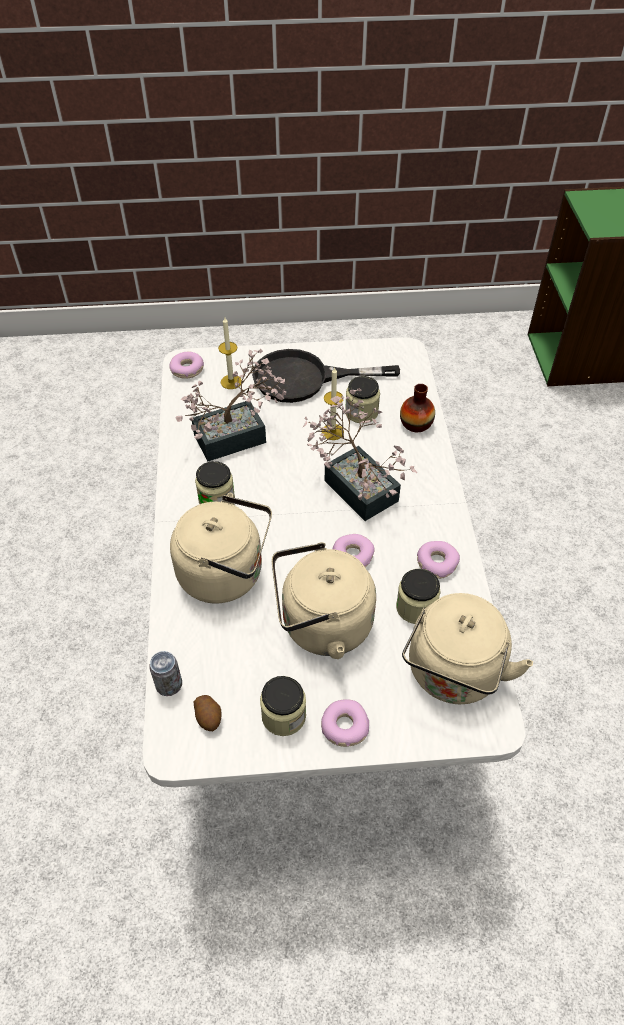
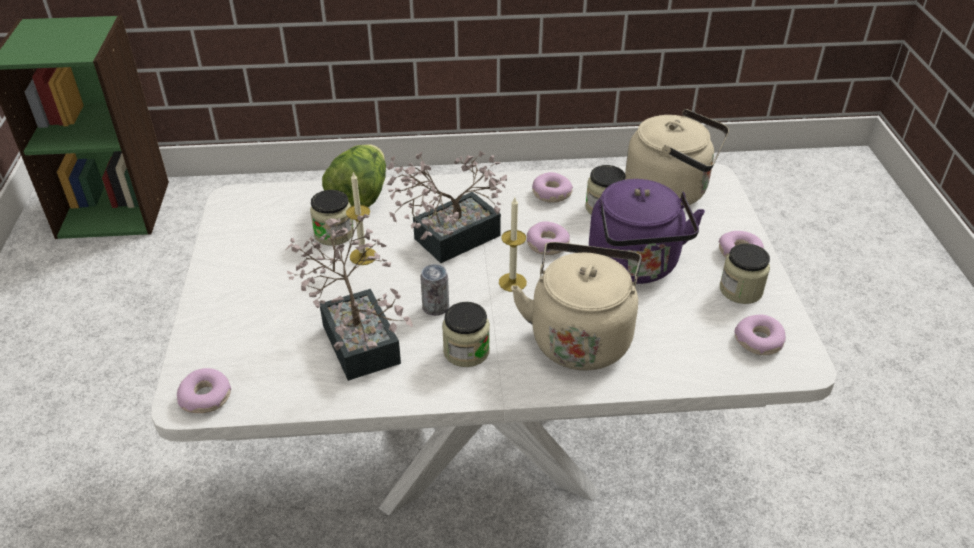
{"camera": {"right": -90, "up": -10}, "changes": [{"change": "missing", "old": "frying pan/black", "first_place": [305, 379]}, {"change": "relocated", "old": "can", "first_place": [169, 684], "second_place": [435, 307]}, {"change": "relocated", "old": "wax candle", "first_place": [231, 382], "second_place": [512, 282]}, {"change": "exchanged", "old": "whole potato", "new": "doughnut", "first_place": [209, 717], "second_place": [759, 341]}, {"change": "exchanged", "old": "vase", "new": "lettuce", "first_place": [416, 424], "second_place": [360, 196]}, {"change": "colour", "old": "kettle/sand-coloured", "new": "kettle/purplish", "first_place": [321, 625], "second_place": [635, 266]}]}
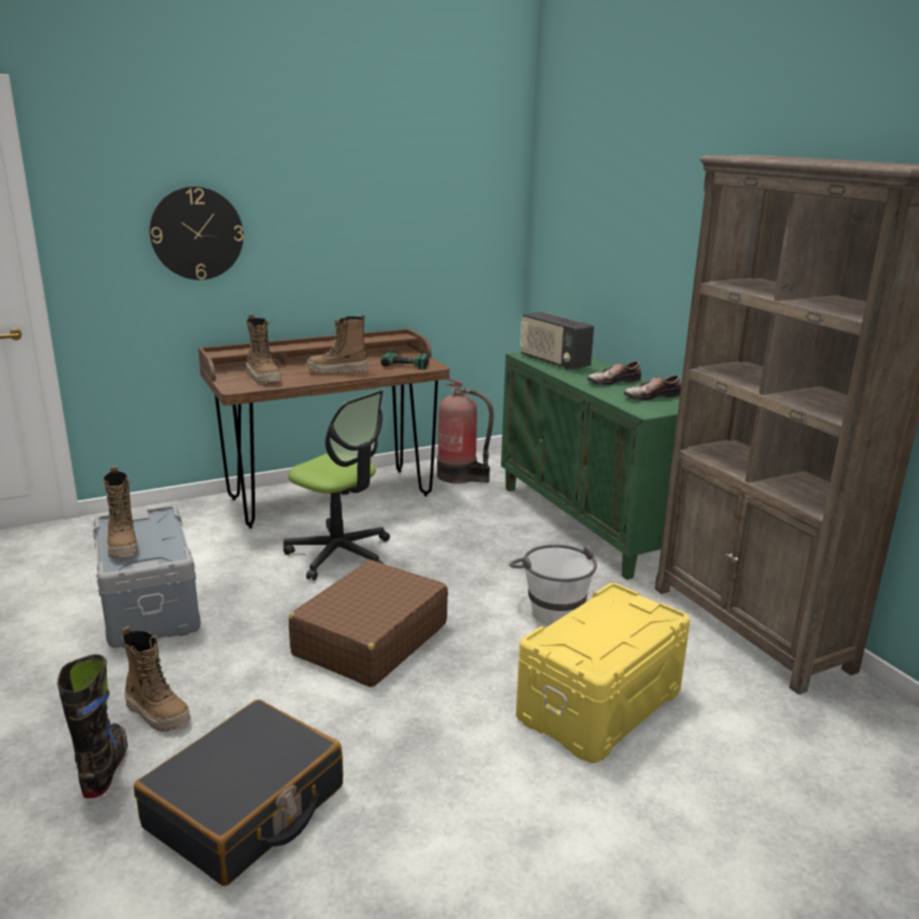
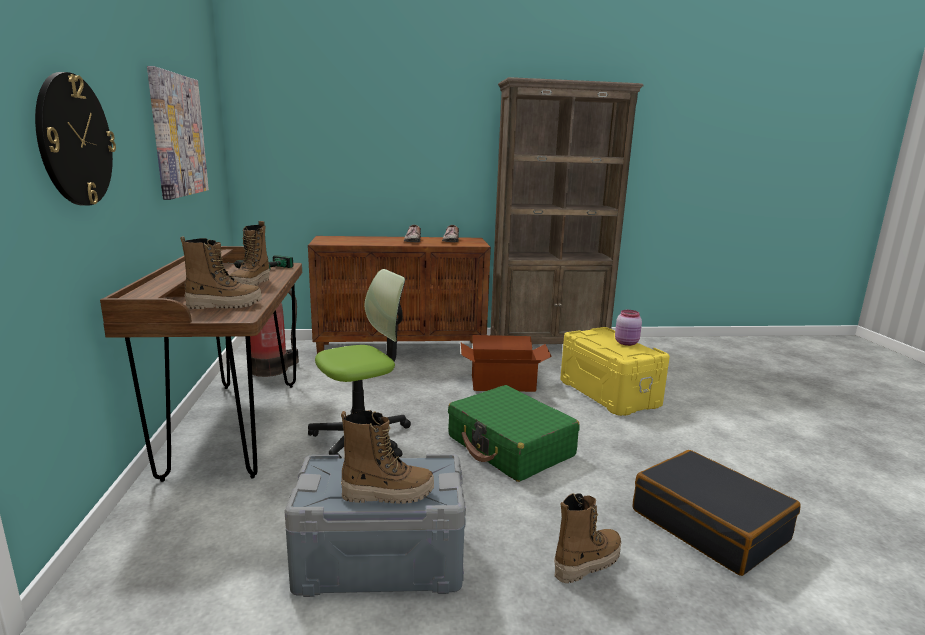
{"camera": {"right": -70, "up": -5}, "changes": [{"change": "missing", "old": "boot/black", "first_place": [105, 768]}, {"change": "missing", "old": "radio", "first_place": [553, 362]}, {"change": "appeared", "new": "wall art", "second_place": [177, 135]}, {"change": "appeared", "new": "storage jar/pinkish", "second_place": [627, 343]}, {"change": "exchanged", "old": "water bucket/white-coloured", "new": "packing box", "first_place": [550, 608], "second_place": [502, 383]}, {"change": "colour", "old": "suitcase/brownish", "new": "suitcase/green", "first_place": [370, 639], "second_place": [510, 446]}, {"change": "colour", "old": "storage cabinet/green", "new": "storage cabinet/brownish", "first_place": [589, 523], "second_place": [401, 349]}]}
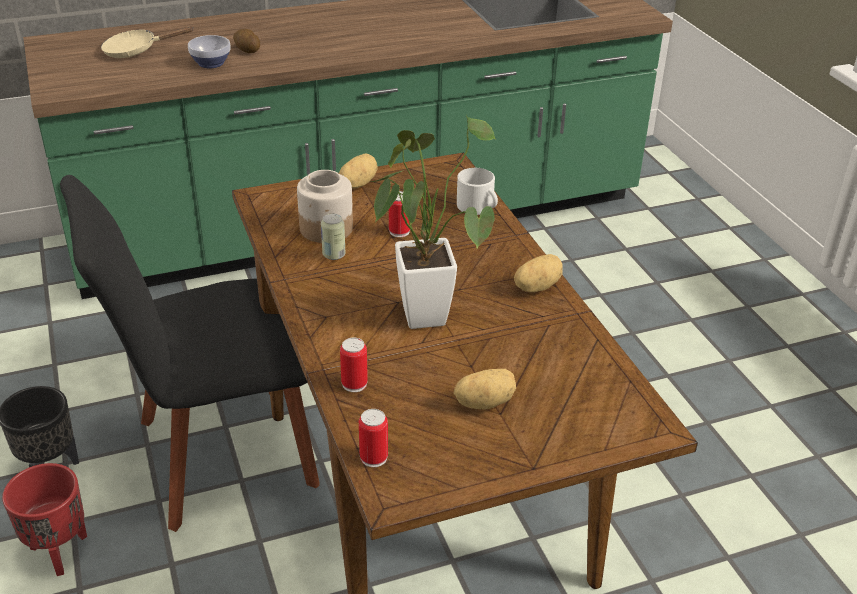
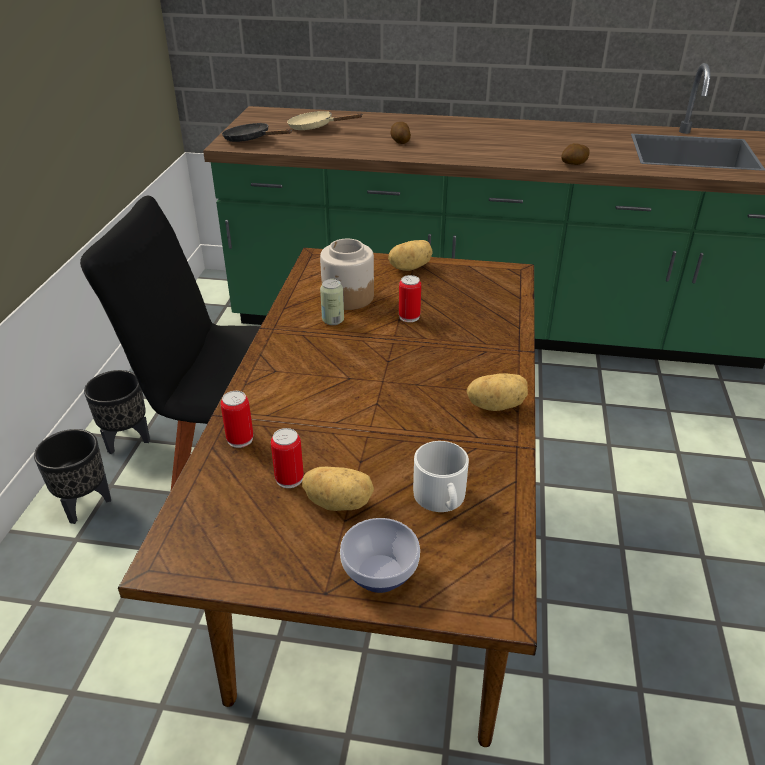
{"camera": {"right": 30, "up": 0}, "changes": [{"change": "missing", "old": "houseplant", "first_place": [423, 309]}, {"change": "appeared", "new": "frying pan/black", "second_place": [251, 140]}, {"change": "appeared", "new": "whole potato", "second_place": [573, 164]}, {"change": "relocated", "old": "deep dish", "first_place": [211, 63], "second_place": [381, 572]}, {"change": "relocated", "old": "can", "first_place": [373, 457], "second_place": [289, 478]}, {"change": "relocated", "old": "tea mug/white-coloured", "first_place": [478, 207], "second_place": [441, 498]}, {"change": "colour", "old": "plant pot/red-coloured", "new": "plant pot/black", "first_place": [58, 551], "second_place": [85, 504]}]}
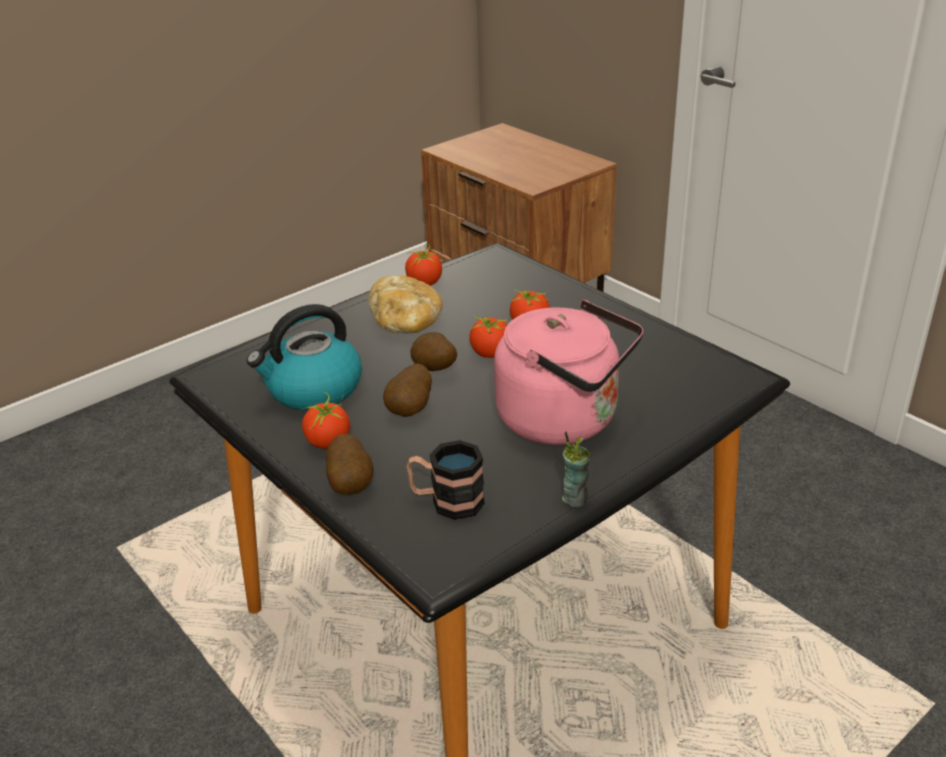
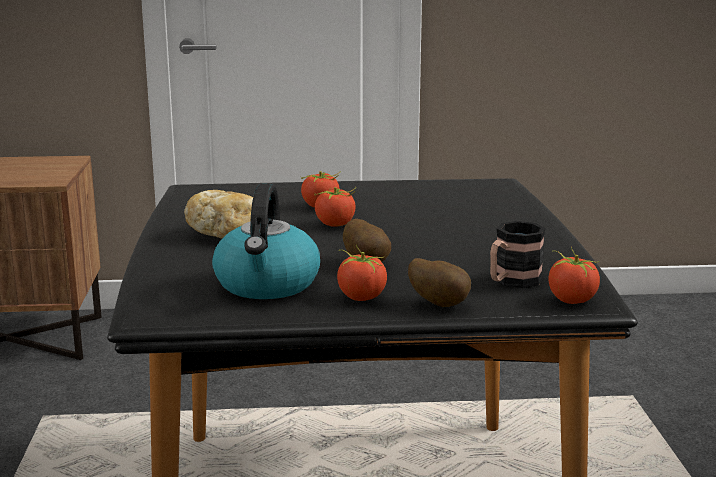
{"camera": {"right": -55, "up": -15}, "changes": [{"change": "missing", "old": "whole potato", "first_place": [433, 371]}, {"change": "missing", "old": "kettle/pinkish", "first_place": [565, 420]}, {"change": "missing", "old": "cup", "first_place": [575, 498]}, {"change": "relocated", "old": "fresh tomato", "first_place": [425, 282], "second_place": [571, 300]}]}
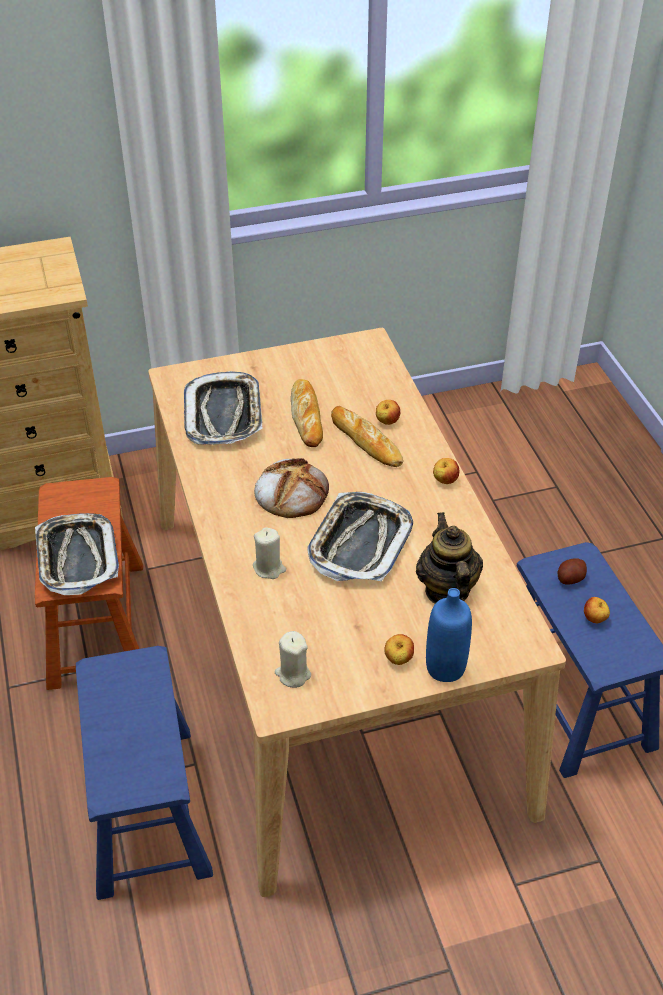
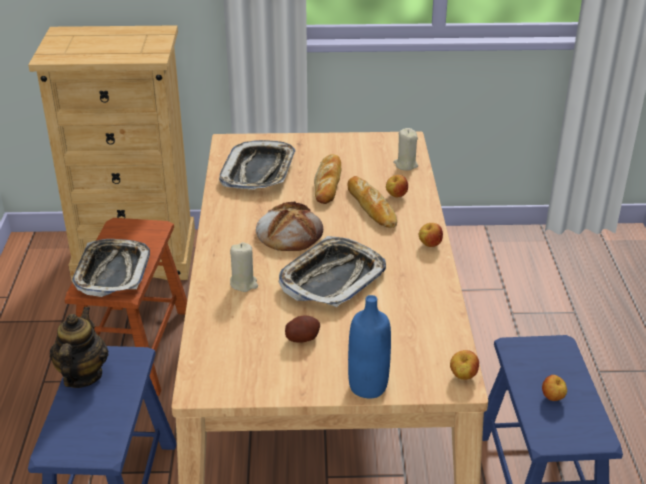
{"camera": {"right": 15, "up": -10}, "changes": [{"change": "relocated", "old": "wax candle/sand-coloured", "first_place": [293, 674], "second_place": [405, 165]}, {"change": "relocated", "old": "apple fruit", "first_place": [398, 659], "second_place": [463, 376]}, {"change": "relocated", "old": "pot for tea", "first_place": [446, 590], "second_place": [82, 376]}, {"change": "relocated", "old": "whole potato", "first_place": [570, 578], "second_place": [302, 338]}]}
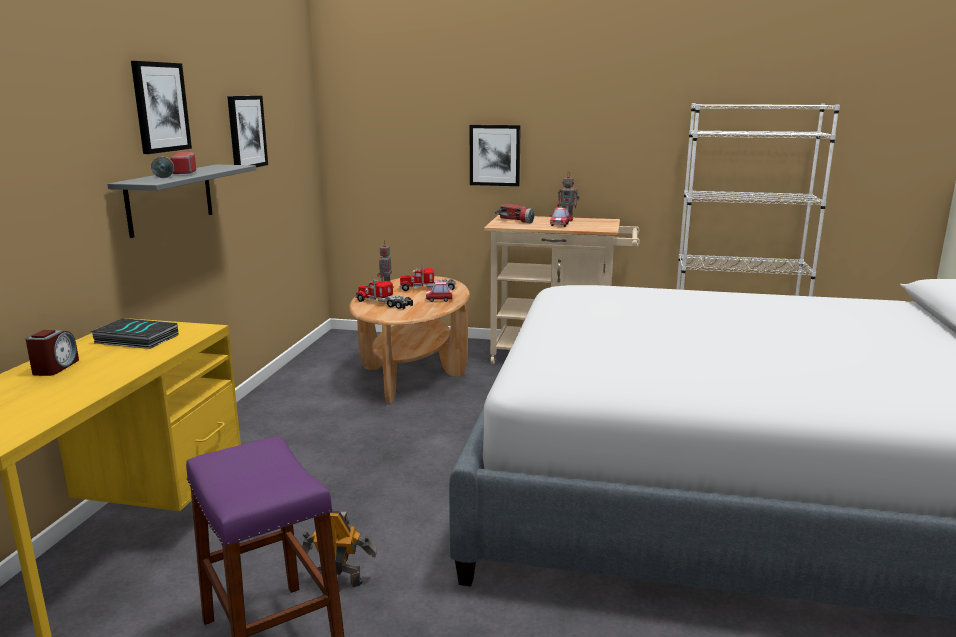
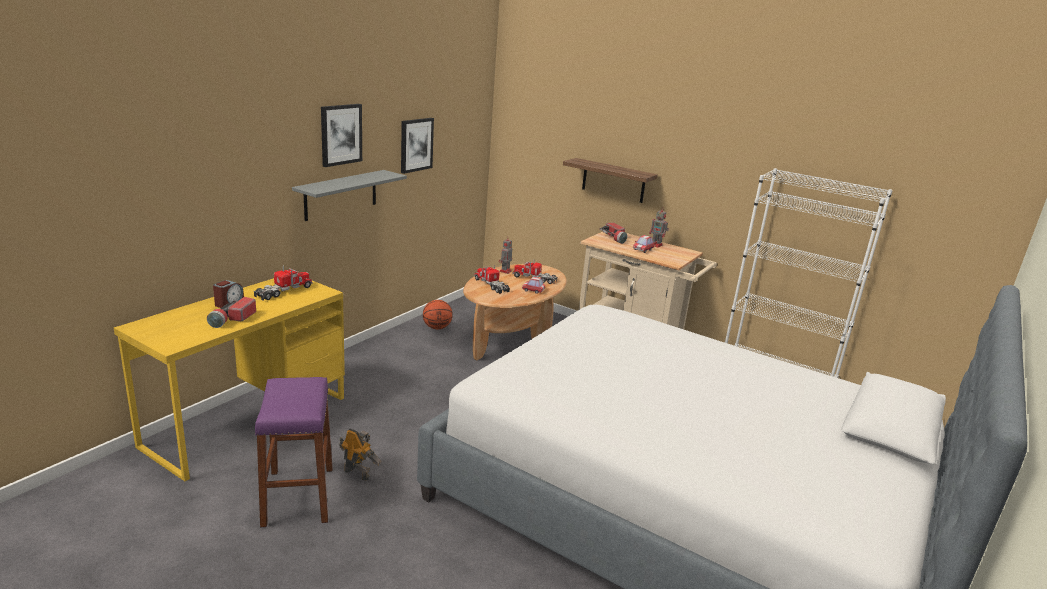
{"camera": {"right": 20, "up": 5}, "changes": [{"change": "appeared", "new": "ball for basketball", "second_place": [437, 327]}, {"change": "relocated", "old": "torch", "first_place": [174, 175], "second_place": [232, 319]}, {"change": "exchanged", "old": "bound book", "new": "toy truck", "first_place": [135, 339], "second_place": [283, 291]}, {"change": "exchanged", "old": "wall art", "new": "wall shelf", "first_place": [495, 155], "second_place": [613, 180]}]}
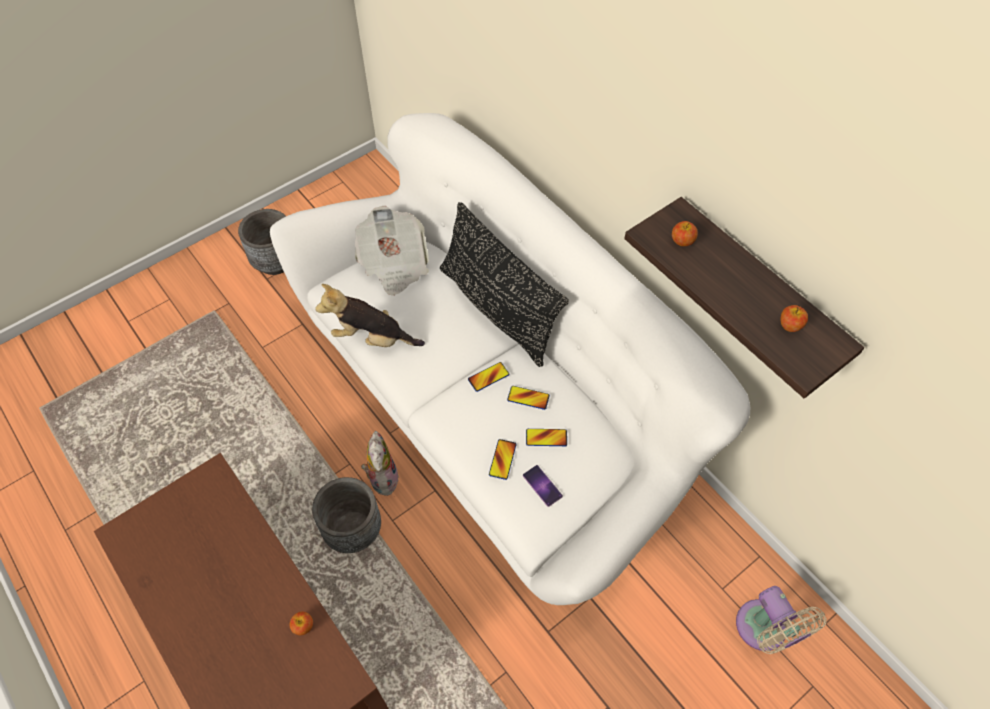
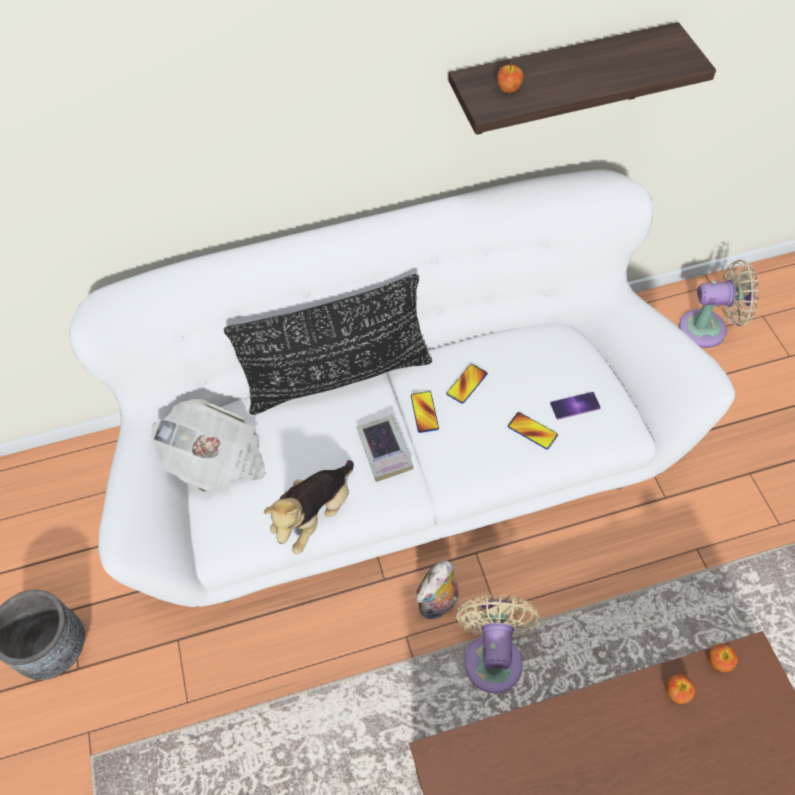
{"camera": {"right": -65, "up": 0}, "changes": [{"change": "missing", "old": "phone", "first_place": [546, 438]}, {"change": "appeared", "new": "bound book", "second_place": [385, 450]}, {"change": "relocated", "old": "apple fruit", "first_place": [790, 325], "second_place": [718, 661]}, {"change": "exchanged", "old": "plant pot/greyish", "new": "electric fan/sand-coloured", "first_place": [353, 530], "second_place": [493, 656]}, {"change": "spun", "old": "plush toy", "first_place": [382, 477], "second_place": [439, 604], "degrees": -60}]}
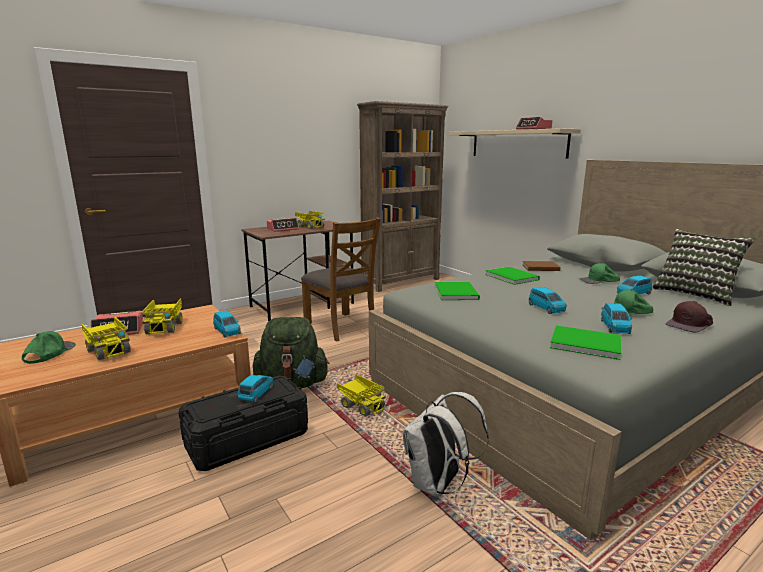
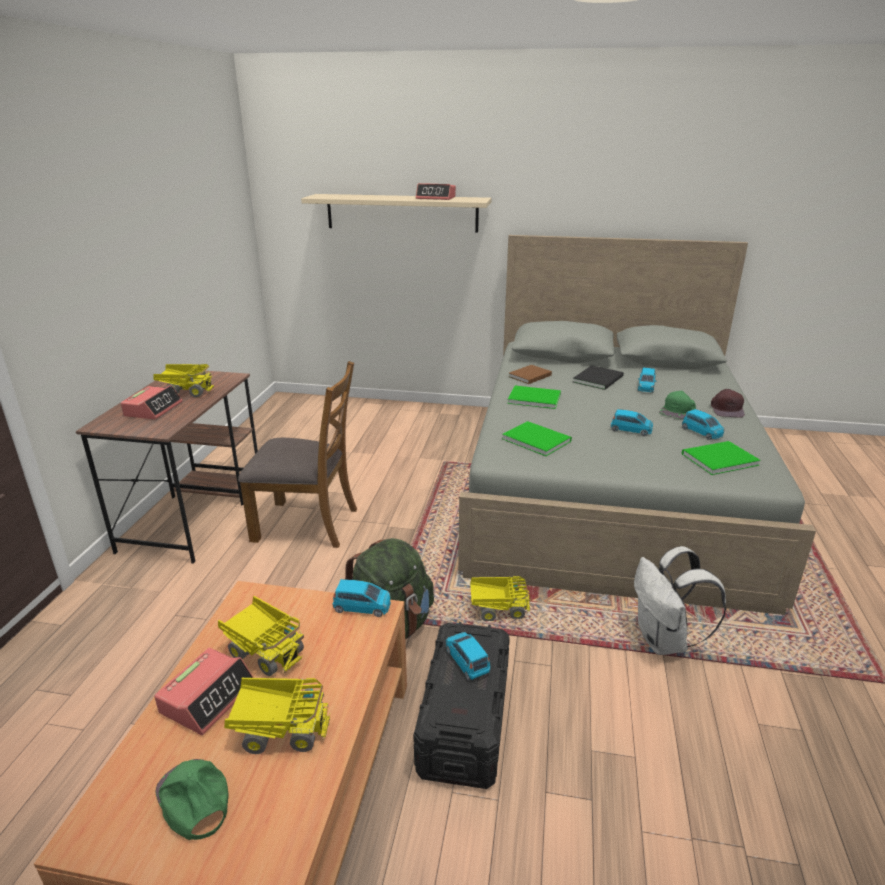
{"camera": {"right": -45, "up": 10}, "changes": [{"change": "missing", "old": "bookshelf/brownish", "first_place": [401, 281]}, {"change": "missing", "old": "cushion", "first_place": [695, 294]}, {"change": "exchanged", "old": "cap/green", "new": "bound book/black", "first_place": [599, 281], "second_place": [599, 379]}]}
